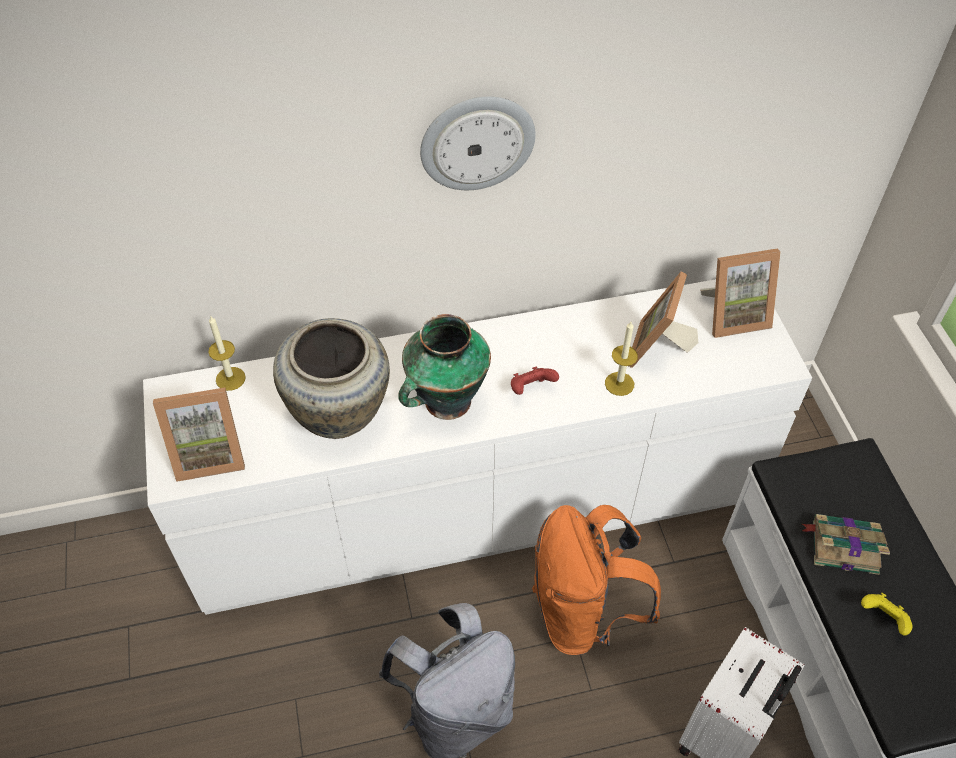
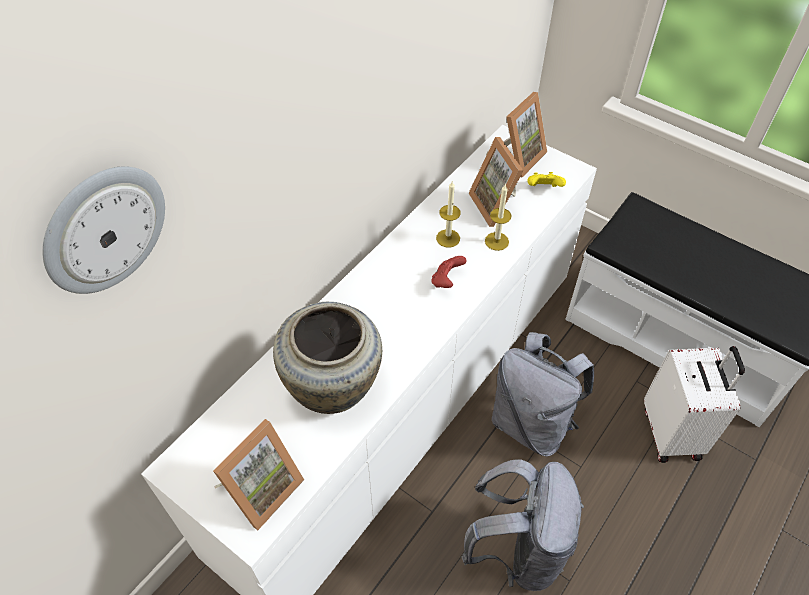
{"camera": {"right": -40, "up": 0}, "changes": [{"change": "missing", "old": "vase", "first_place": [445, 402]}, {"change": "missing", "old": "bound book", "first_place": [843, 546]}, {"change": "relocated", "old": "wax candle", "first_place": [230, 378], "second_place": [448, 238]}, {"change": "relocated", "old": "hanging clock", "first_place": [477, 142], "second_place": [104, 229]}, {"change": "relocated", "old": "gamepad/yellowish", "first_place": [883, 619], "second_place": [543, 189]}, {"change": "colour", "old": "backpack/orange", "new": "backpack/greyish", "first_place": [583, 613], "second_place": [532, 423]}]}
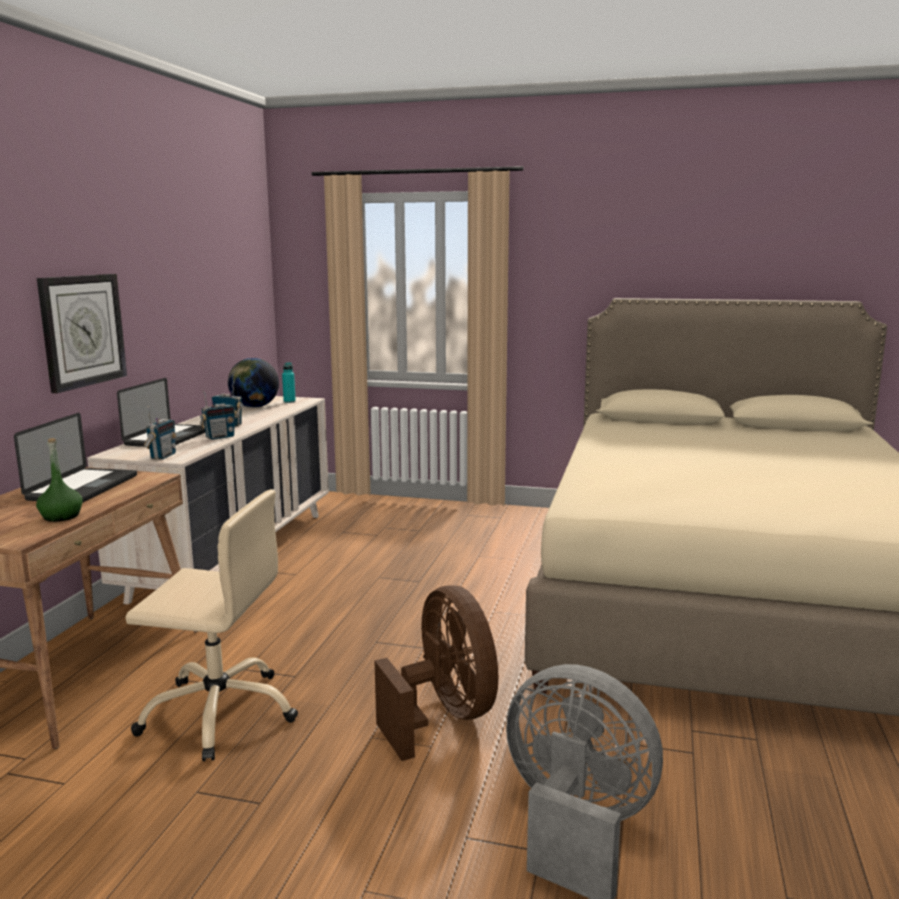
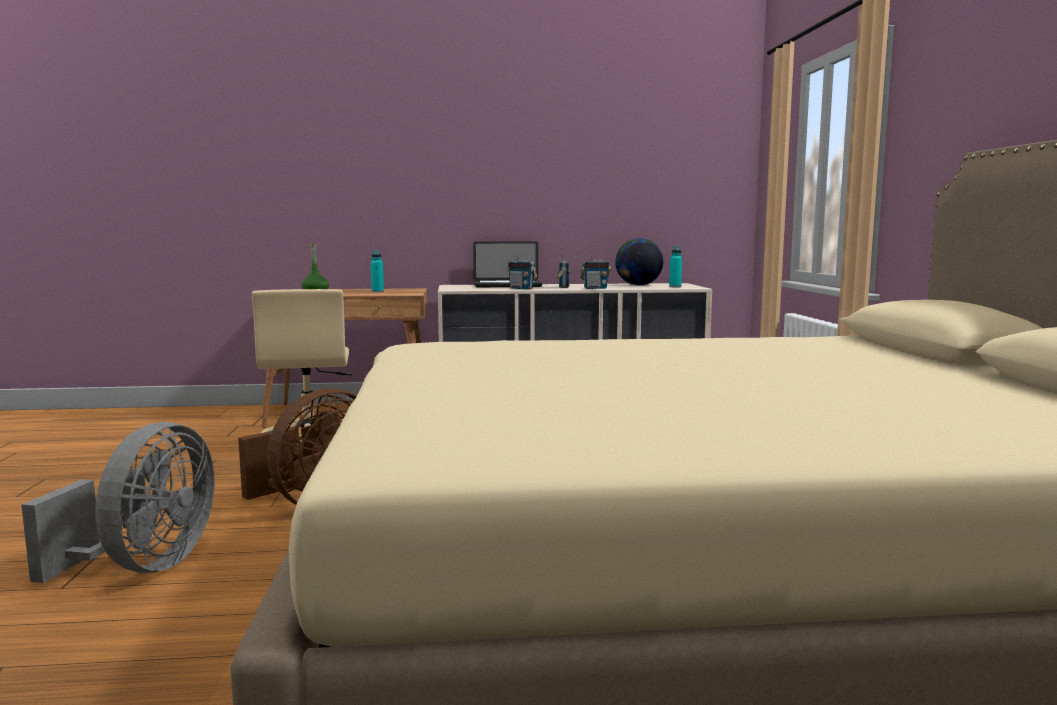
{"camera": {"right": 70, "up": -5}, "changes": [{"change": "missing", "old": "hanging clock", "first_place": [82, 330]}, {"change": "relocated", "old": "radio", "first_place": [162, 456], "second_place": [595, 288]}, {"change": "exchanged", "old": "laptop", "new": "drink bottle/turquoise", "first_place": [83, 487], "second_place": [377, 291]}]}
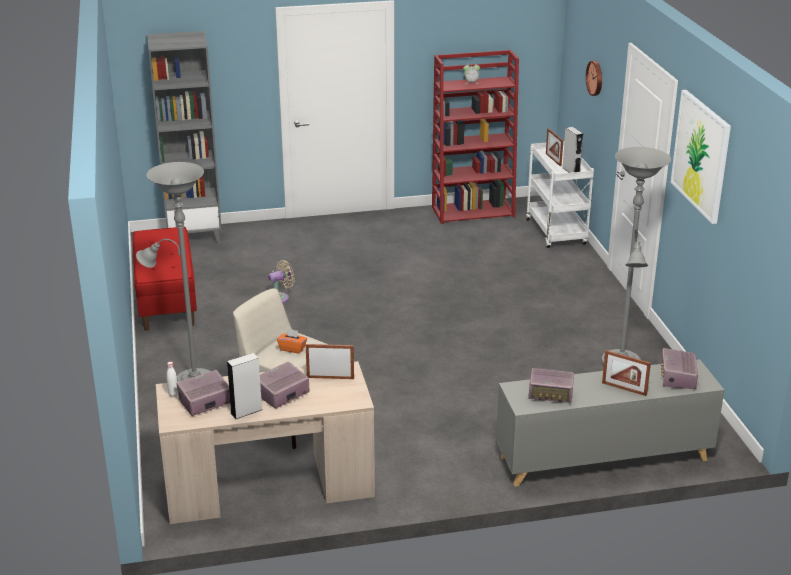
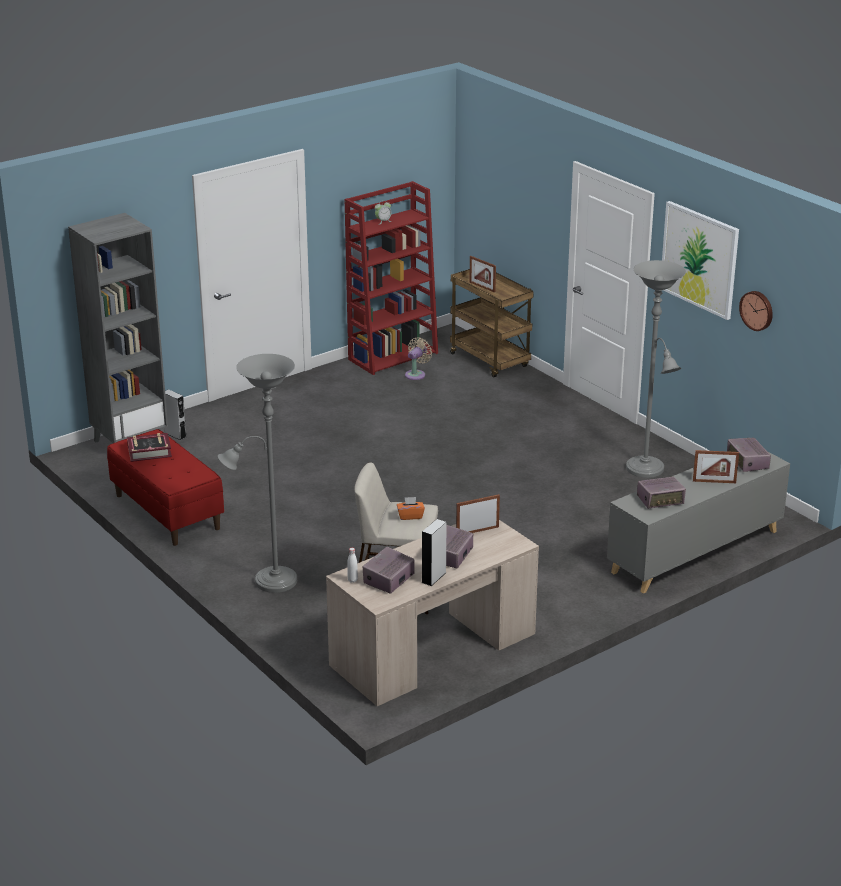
{"camera": {"right": -25, "up": 0}, "changes": [{"change": "appeared", "new": "bound book", "second_place": [149, 451]}, {"change": "relocated", "old": "electric fan/sand-coloured", "first_place": [280, 298], "second_place": [416, 374]}, {"change": "relocated", "old": "audio speaker/greyish", "first_place": [571, 170], "second_place": [175, 435]}, {"change": "relocated", "old": "hanging clock", "first_place": [595, 78], "second_place": [757, 310]}, {"change": "colour", "old": "cart/white-coloured", "new": "cart/brownish", "first_place": [557, 233], "second_place": [491, 361]}]}
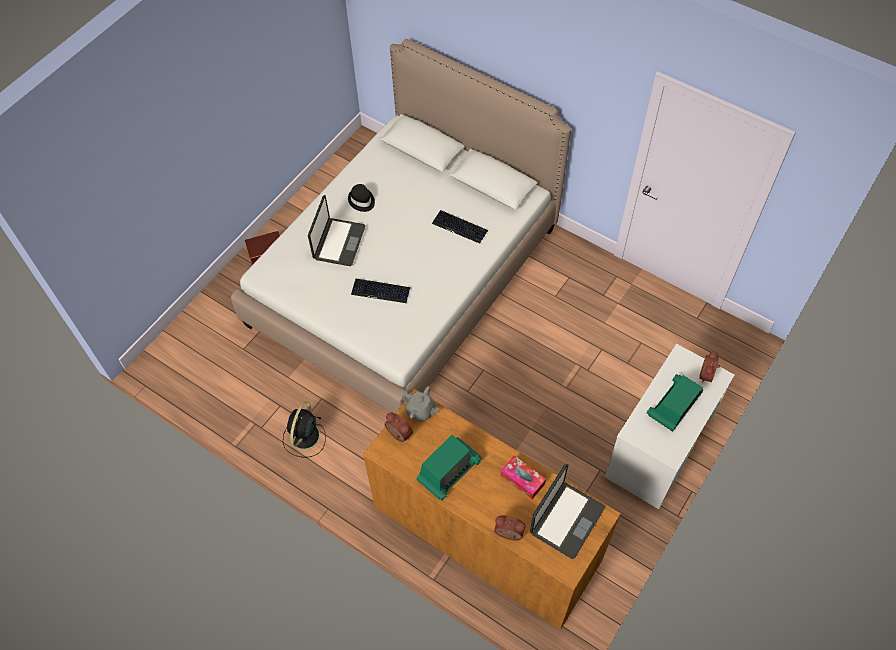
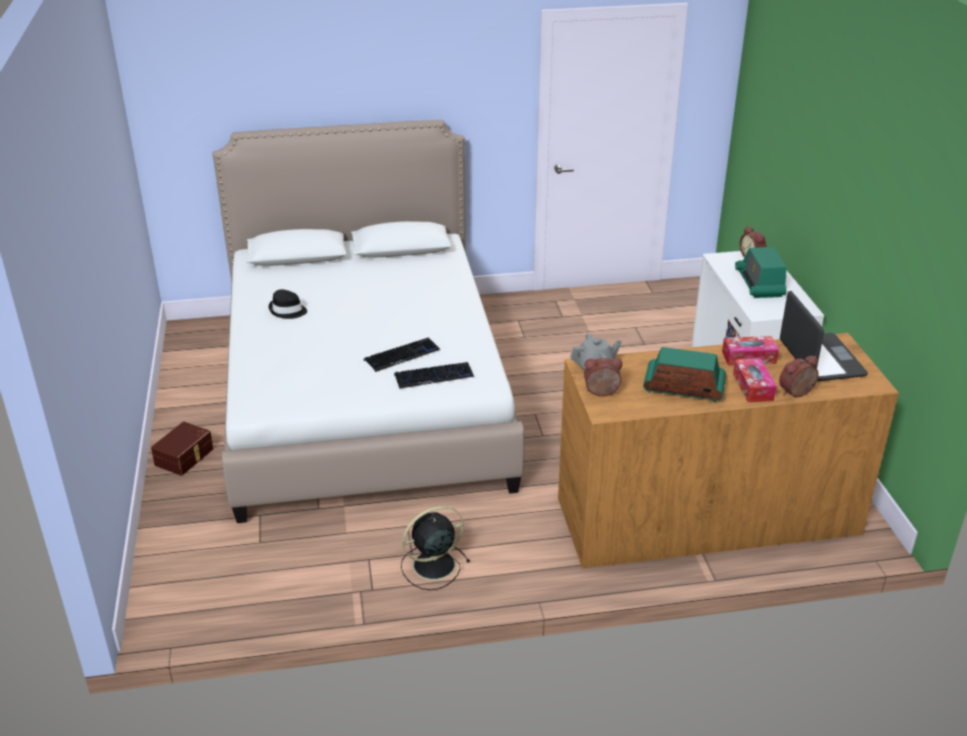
{"camera": {"right": -45, "up": -25}, "changes": [{"change": "missing", "old": "laptop", "first_place": [338, 242]}, {"change": "appeared", "new": "box of tissues", "second_place": [753, 387]}, {"change": "relocated", "old": "keyboard", "first_place": [460, 227], "second_place": [434, 376]}, {"change": "spun", "old": "electric fan/black", "first_place": [304, 437], "second_place": [432, 566], "degrees": 90}, {"change": "spun", "old": "radio", "first_place": [449, 471], "second_place": [684, 387], "degrees": -75}]}
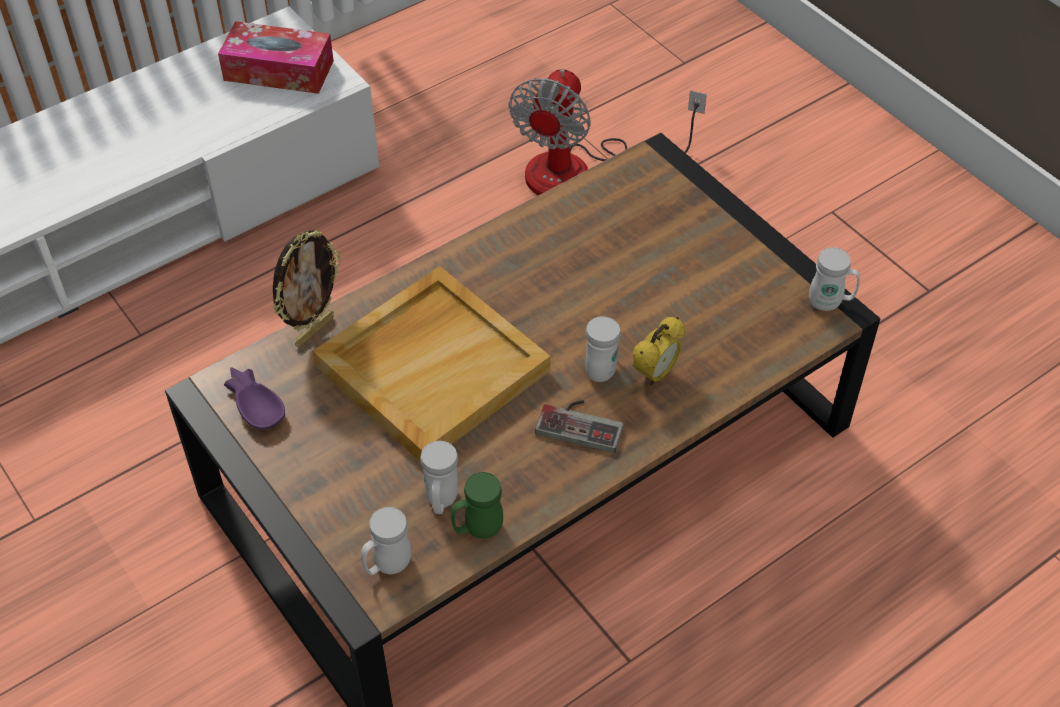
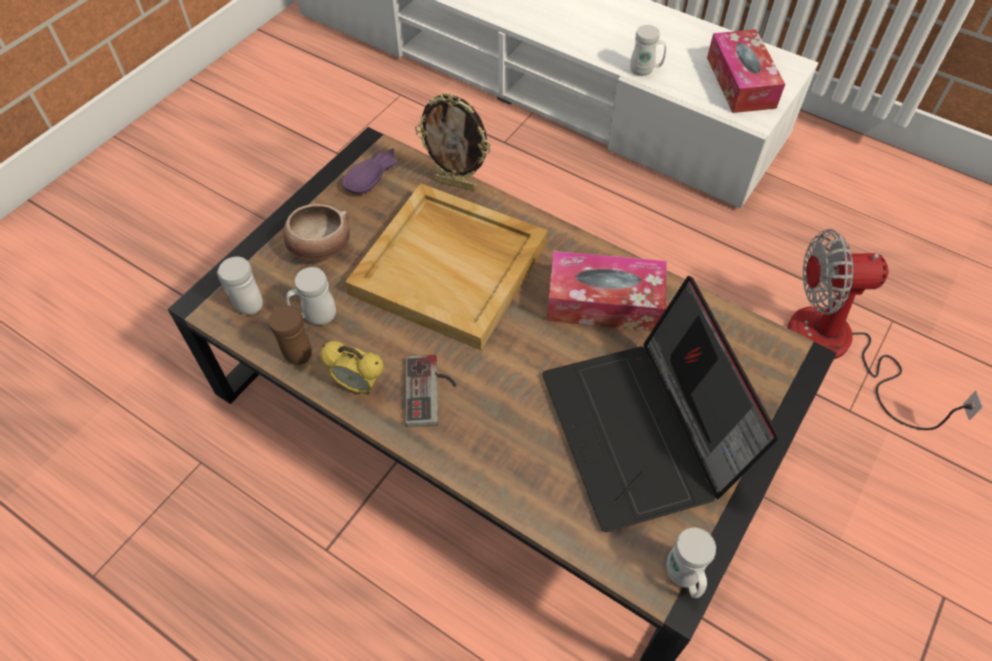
{"camera": {"right": 70, "up": 5}, "changes": [{"change": "appeared", "new": "deep dish", "second_place": [319, 247]}, {"change": "appeared", "new": "laptop", "second_place": [642, 434]}, {"change": "appeared", "new": "box of tissues", "second_place": [604, 302]}, {"change": "relocated", "old": "tea mug/white-coloured", "first_place": [602, 367], "second_place": [645, 71]}, {"change": "relocated", "old": "table clock", "first_place": [655, 374], "second_place": [358, 385]}, {"change": "colour", "old": "tea mug/green", "new": "tea mug/brownish", "first_place": [478, 529], "second_place": [294, 350]}]}
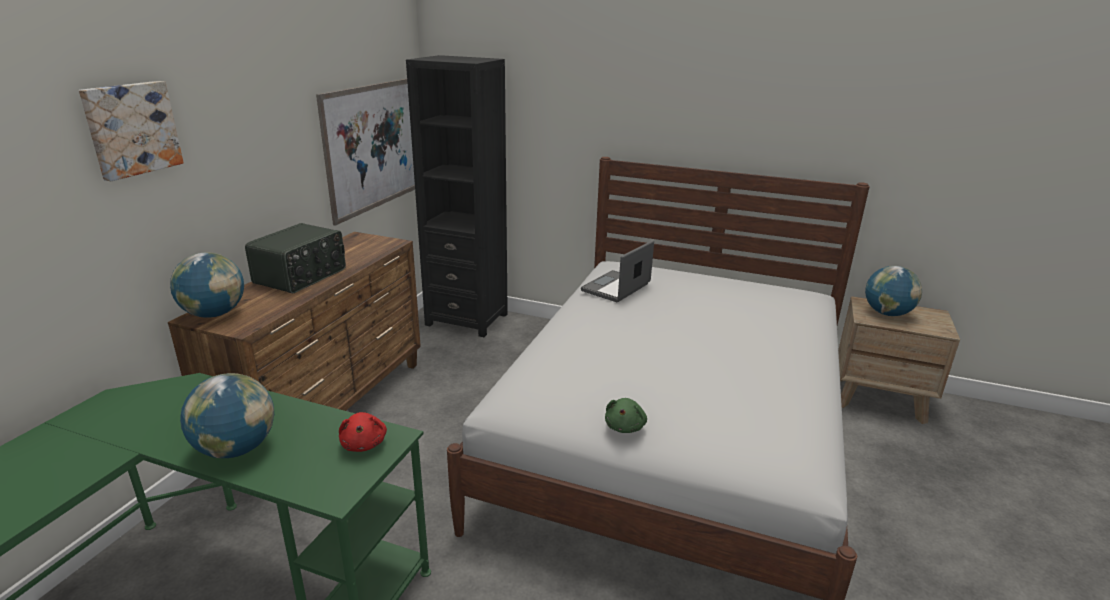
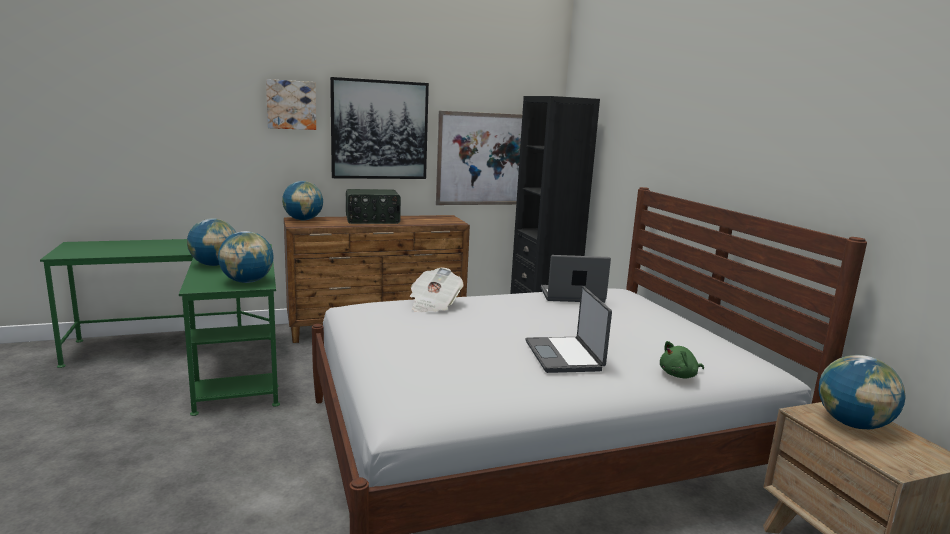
{"camera": {"right": 50, "up": -10}, "changes": [{"change": "appeared", "new": "wall art", "second_place": [379, 130]}, {"change": "appeared", "new": "newspaper", "second_place": [433, 305]}, {"change": "appeared", "new": "laptop", "second_place": [565, 356]}, {"change": "relocated", "old": "plush toy/green", "first_place": [625, 426], "second_place": [679, 375]}, {"change": "exchanged", "old": "plush toy/red-coloured", "new": "desk globe", "first_place": [364, 443], "second_place": [247, 281]}]}
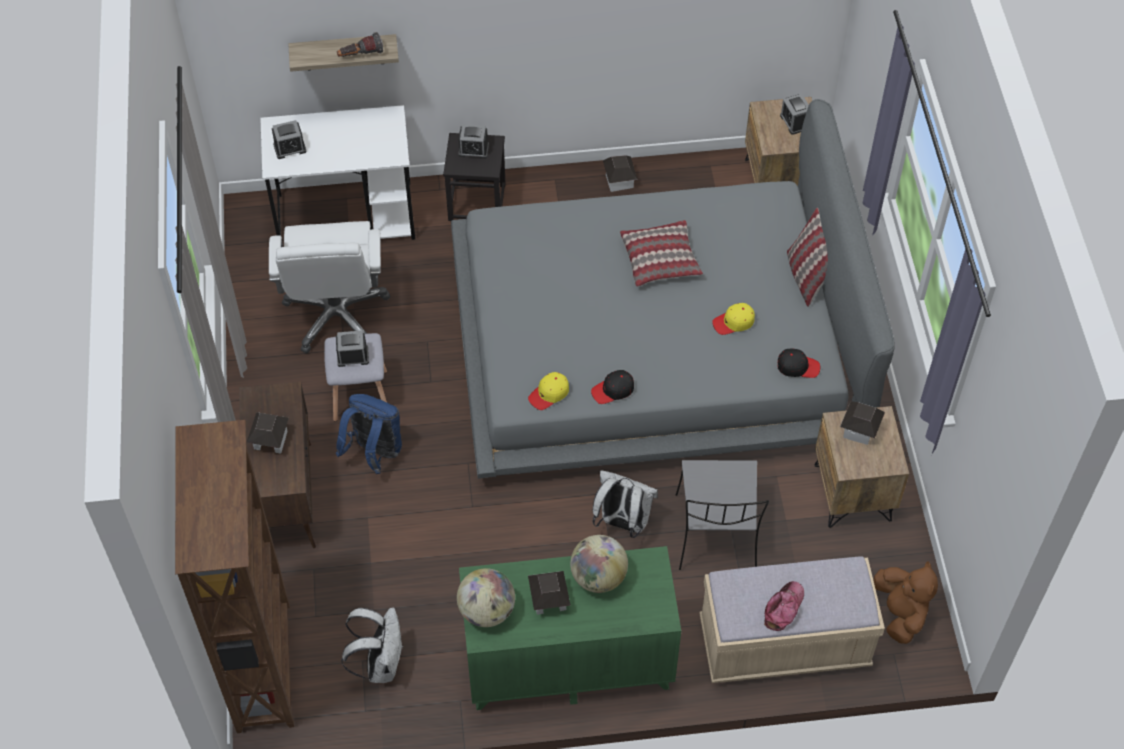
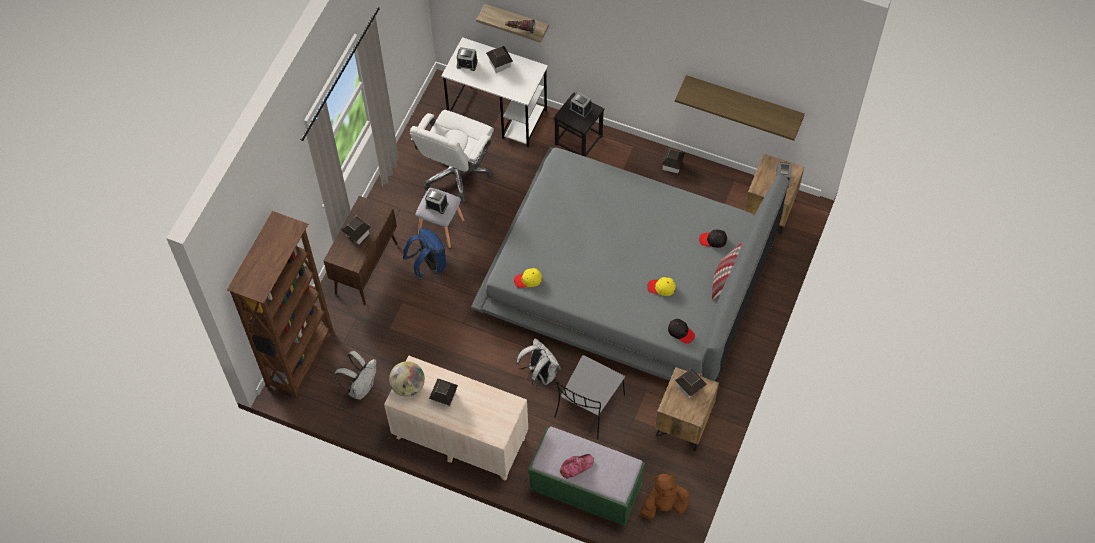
{"camera": {"right": 30, "up": 5}, "changes": [{"change": "missing", "old": "desk globe", "first_place": [598, 577]}, {"change": "missing", "old": "cushion", "first_place": [660, 259]}, {"change": "appeared", "new": "toy house", "second_place": [500, 64]}, {"change": "appeared", "new": "wall shelf", "second_place": [743, 101]}, {"change": "relocated", "old": "cap/black", "first_place": [613, 390], "second_place": [713, 240]}, {"change": "colour", "old": "drawer chest/green", "new": "drawer chest/sand-coloured", "first_place": [567, 663], "second_place": [460, 437]}, {"change": "colour", "old": "bench/sand-coloured", "new": "bench/green", "first_place": [784, 644], "second_place": [585, 489]}, {"change": "spun", "old": "plush toy/brownish", "first_place": [900, 613], "second_place": [664, 505], "degrees": -120}]}
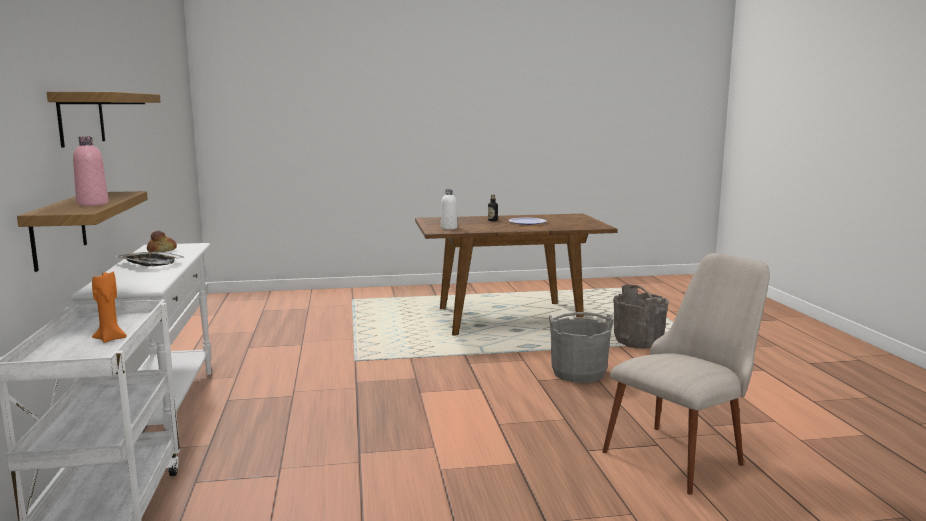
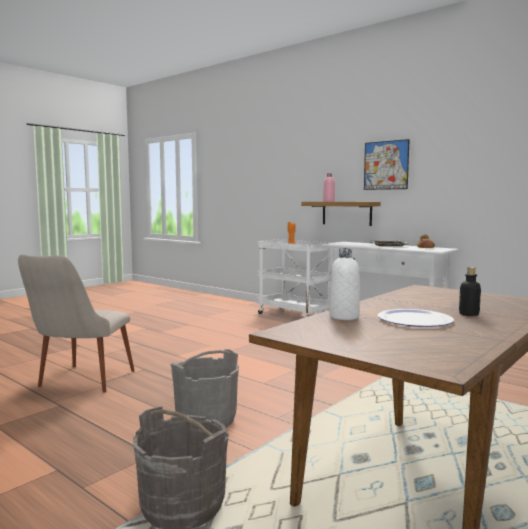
{"camera": {"right": 140, "up": -5}, "changes": [{"change": "relocated", "old": "drink bottle/white-coloured", "first_place": [449, 228], "second_place": [344, 317]}, {"change": "exchanged", "old": "wall shelf", "new": "wall art", "first_place": [81, 118], "second_place": [386, 165]}]}
